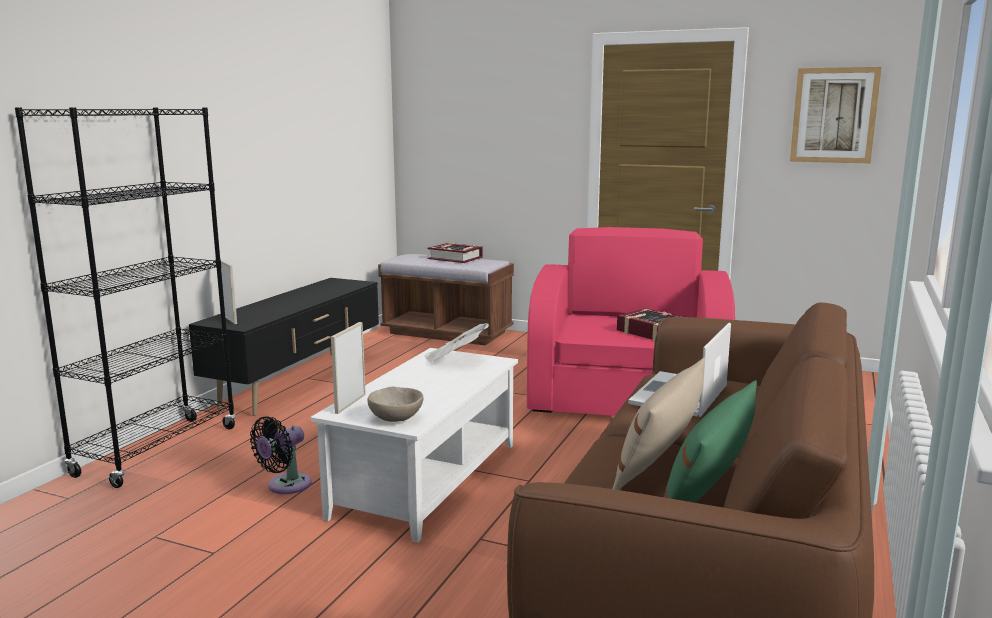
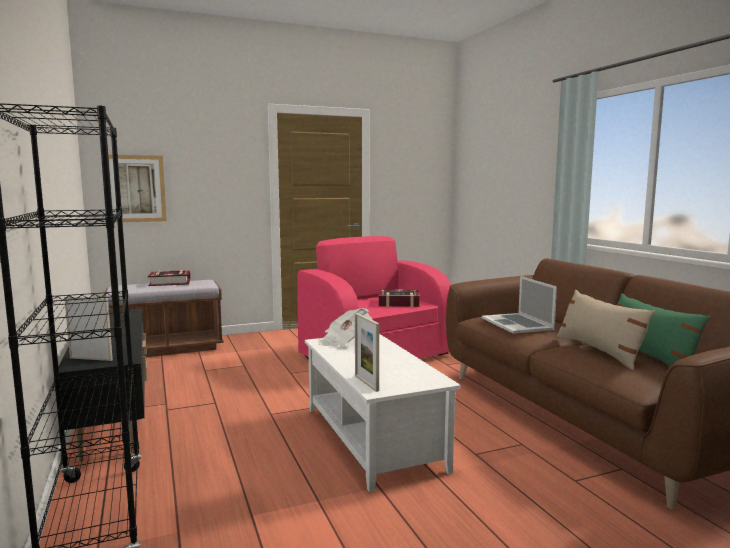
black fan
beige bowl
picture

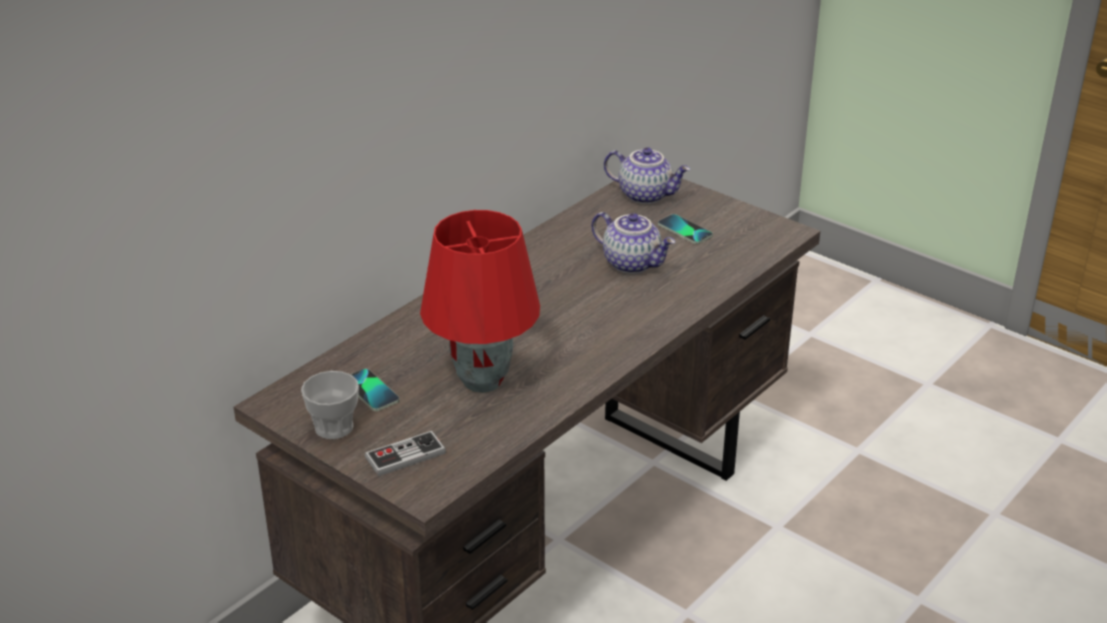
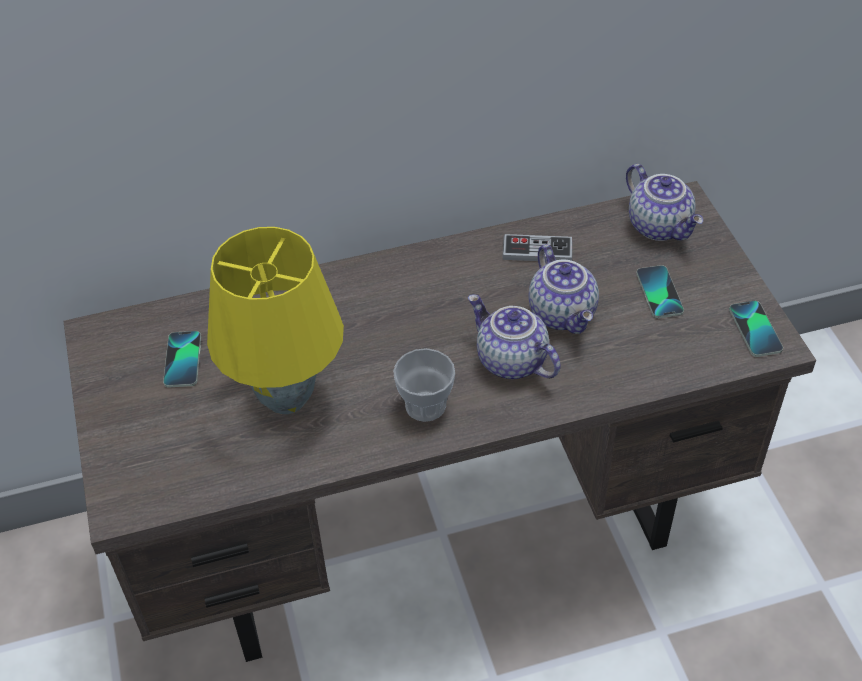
teapot (no. 1 from left)
phone (no. 3 from left)
cup
game controller
yellow table lamp

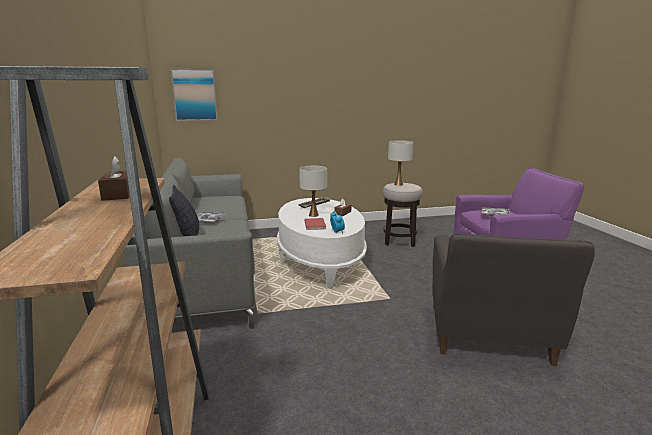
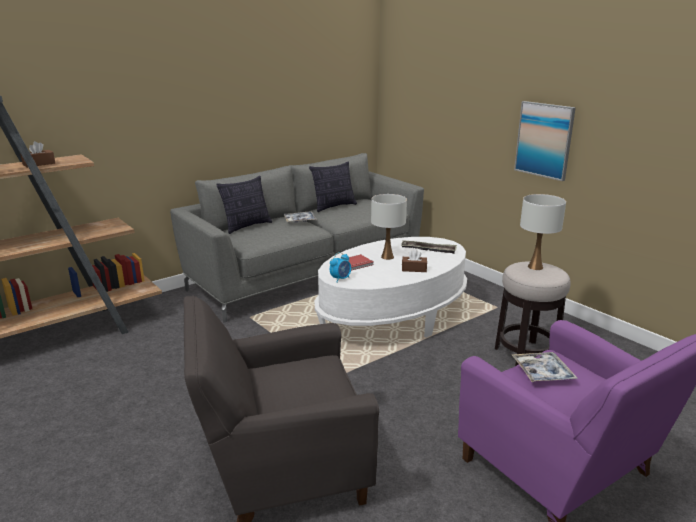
pillow (no. 2 from left)
picture

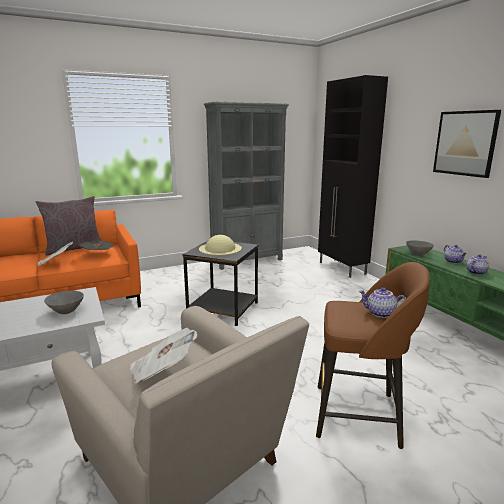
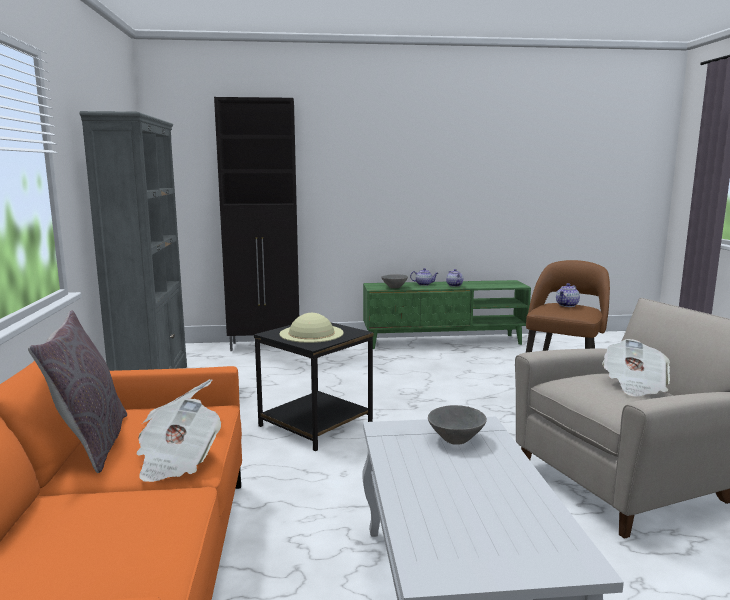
picture

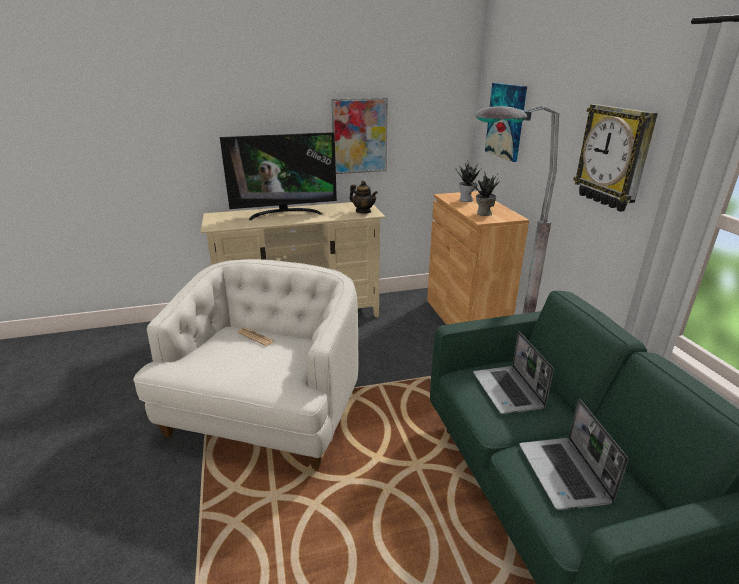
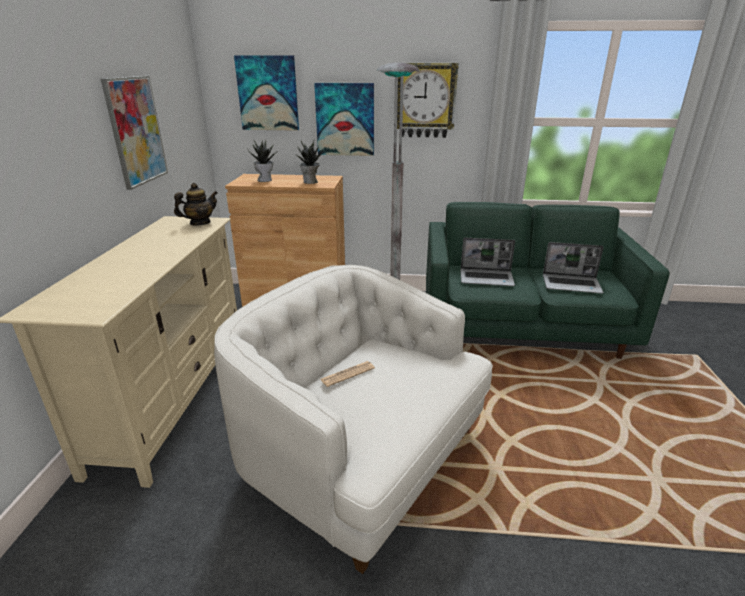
television
picture (no. 3 from left)

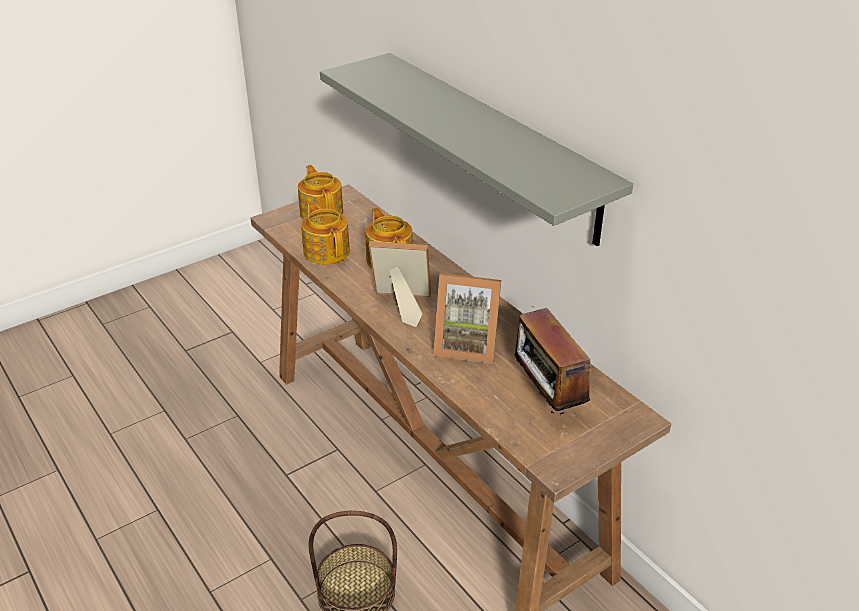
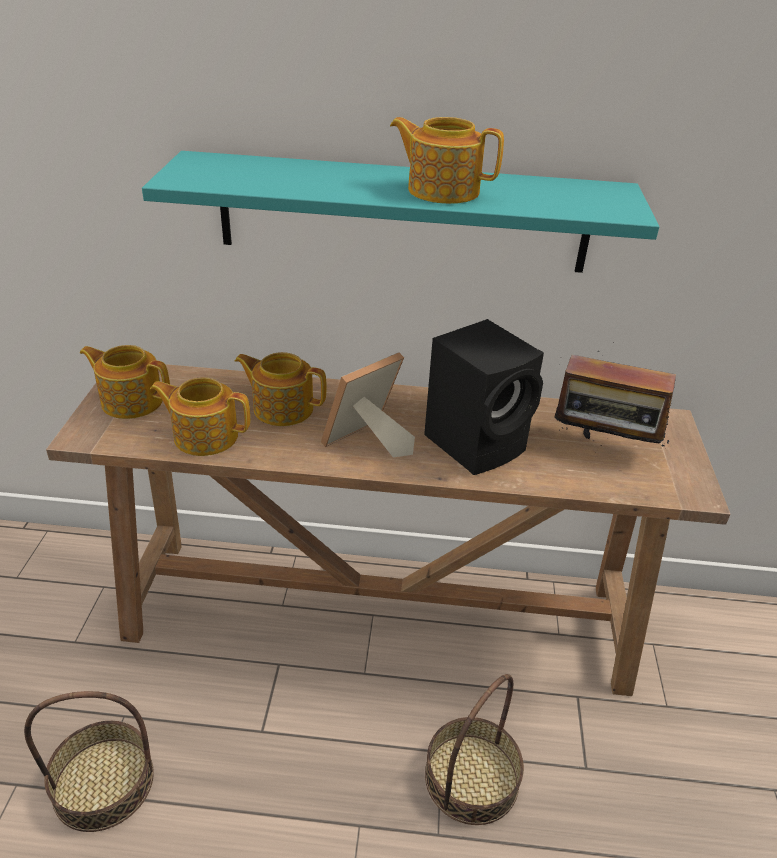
basket (no. 1 from left)
teapot (no. 4 from left)
black speaker
turquoise shelf

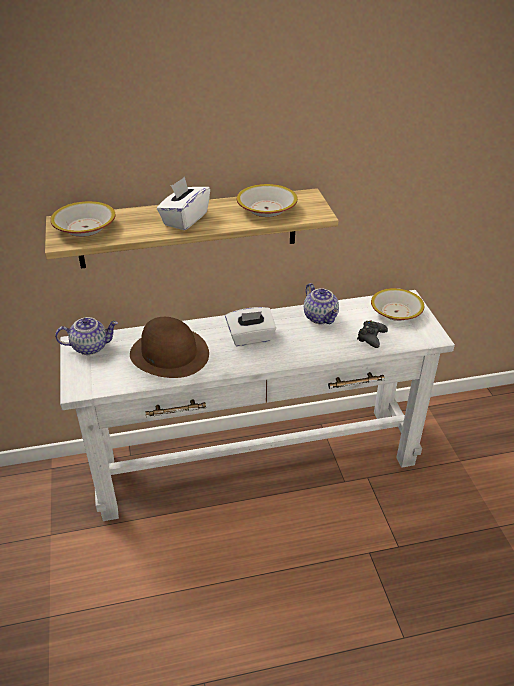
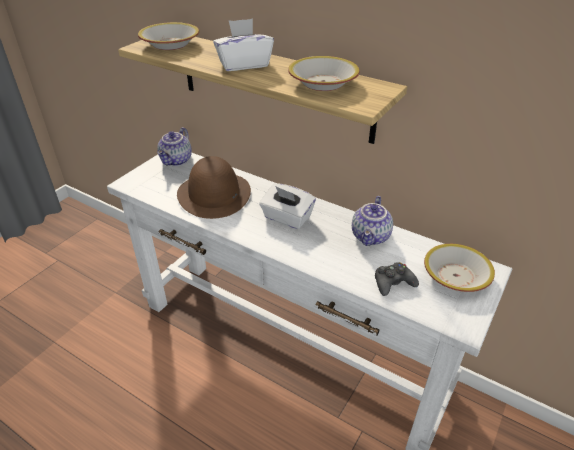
teapot (no. 1 from left)

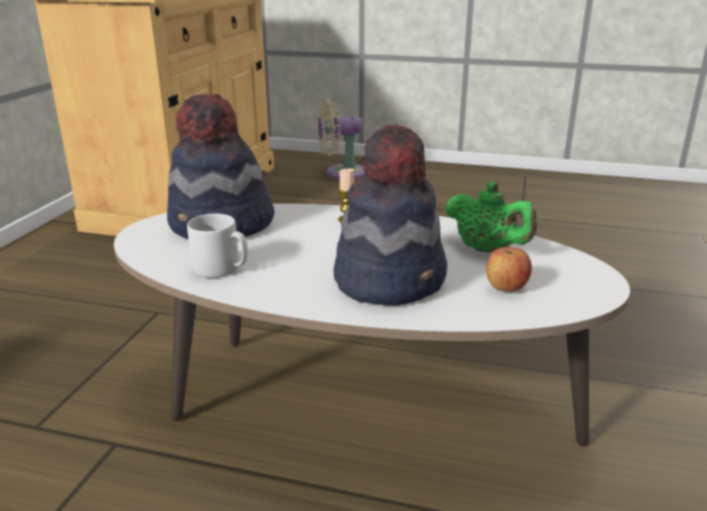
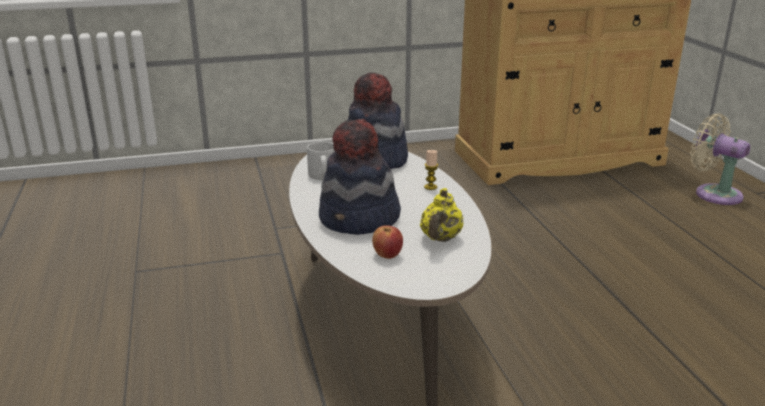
yellow teapot

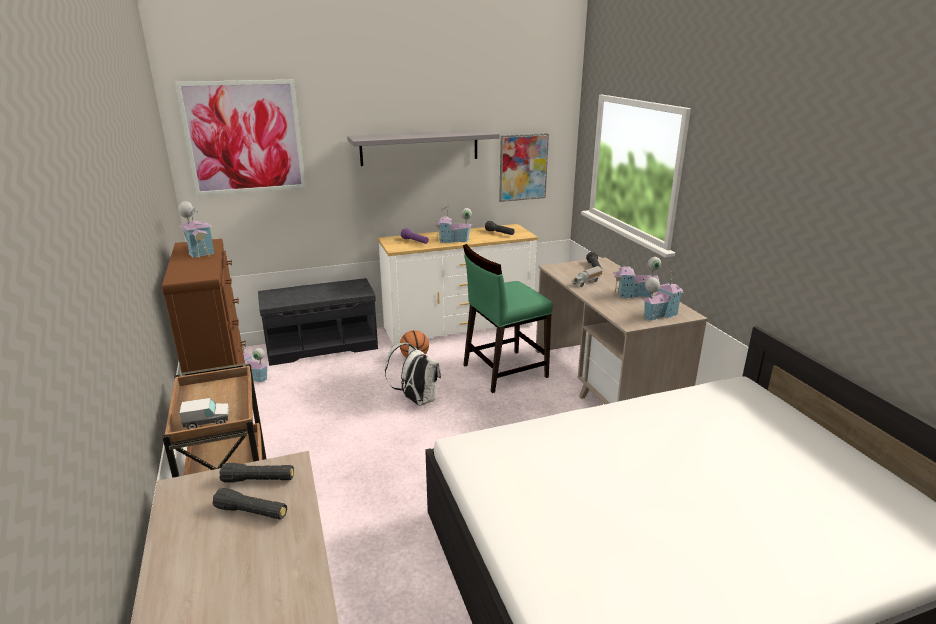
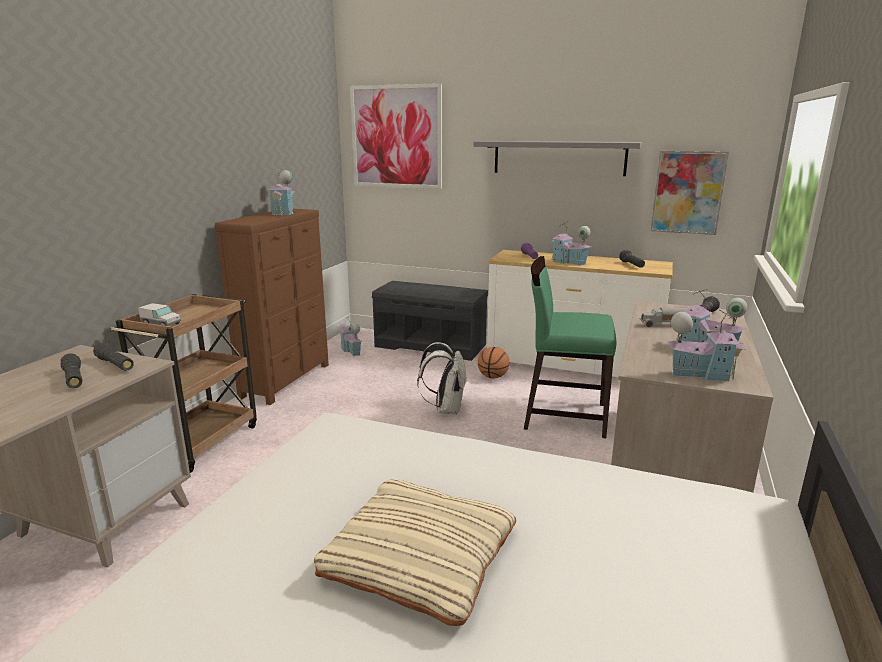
beige pillow

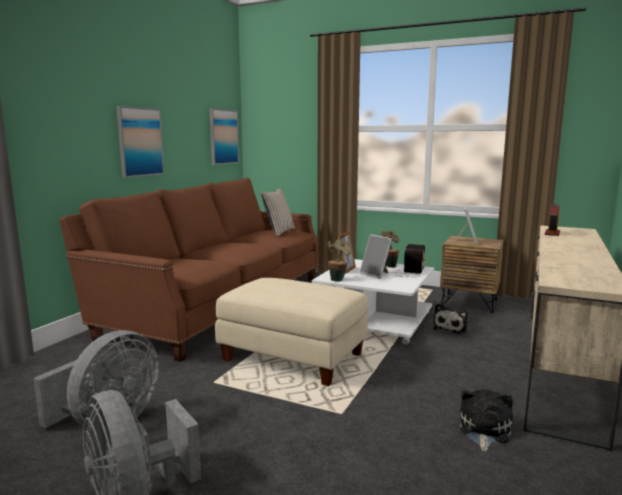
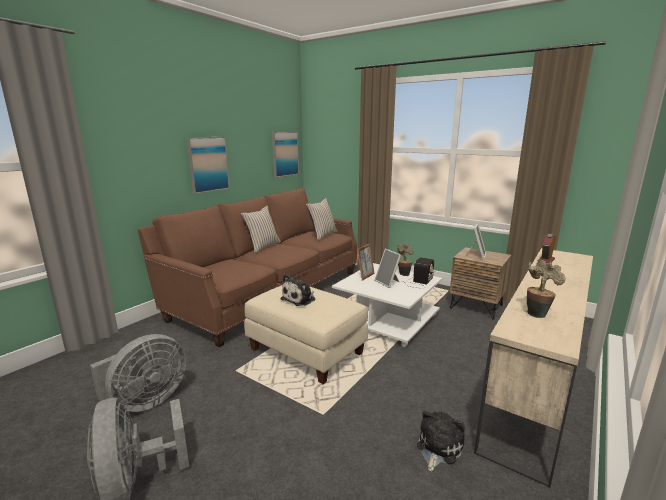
beige pillow (no. 1 from left)
potted plant (no. 2 from left)
plush toy (no. 1 from left)

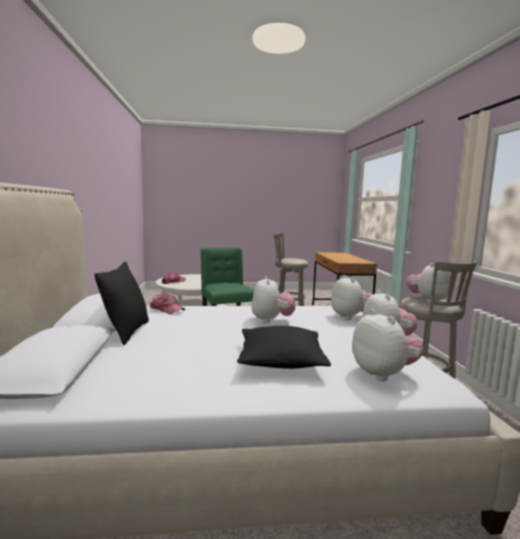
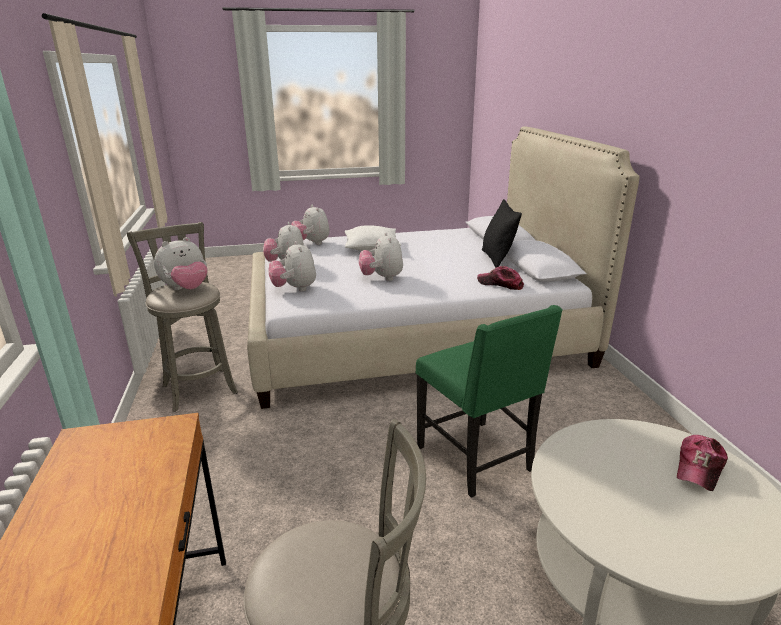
white pillow

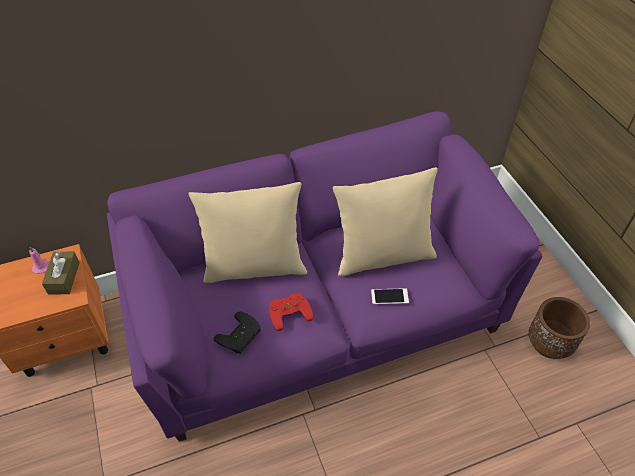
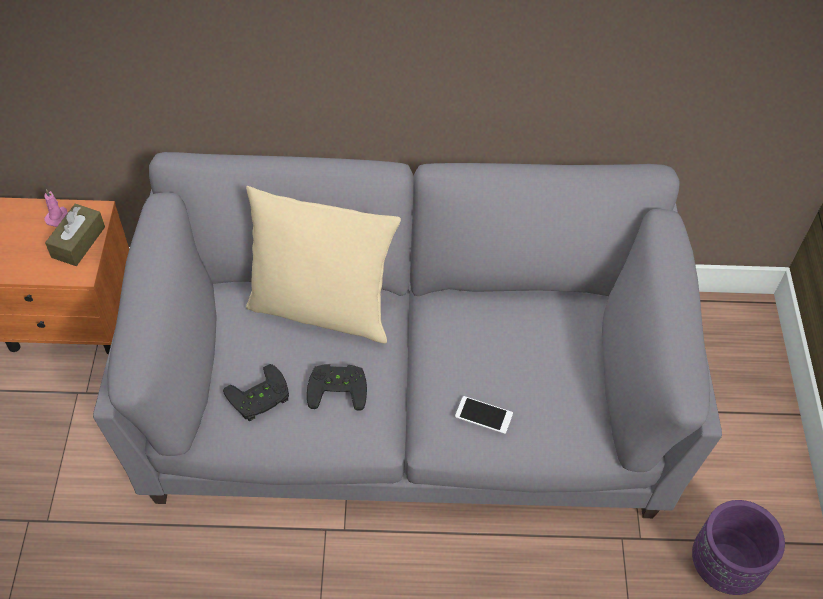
beige pillow (no. 2 from left in the first image)
grey sofa
black game controller (no. 2 from left)
purple planter

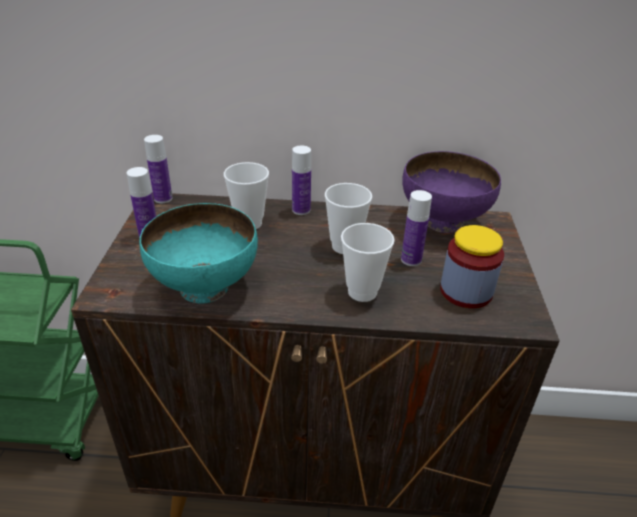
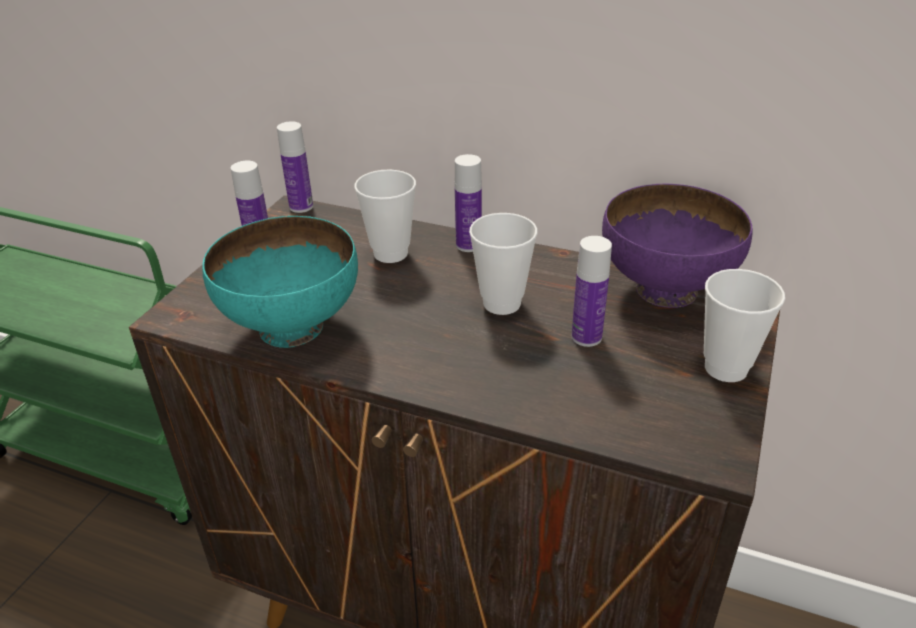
jar
cup (no. 3 from left)

